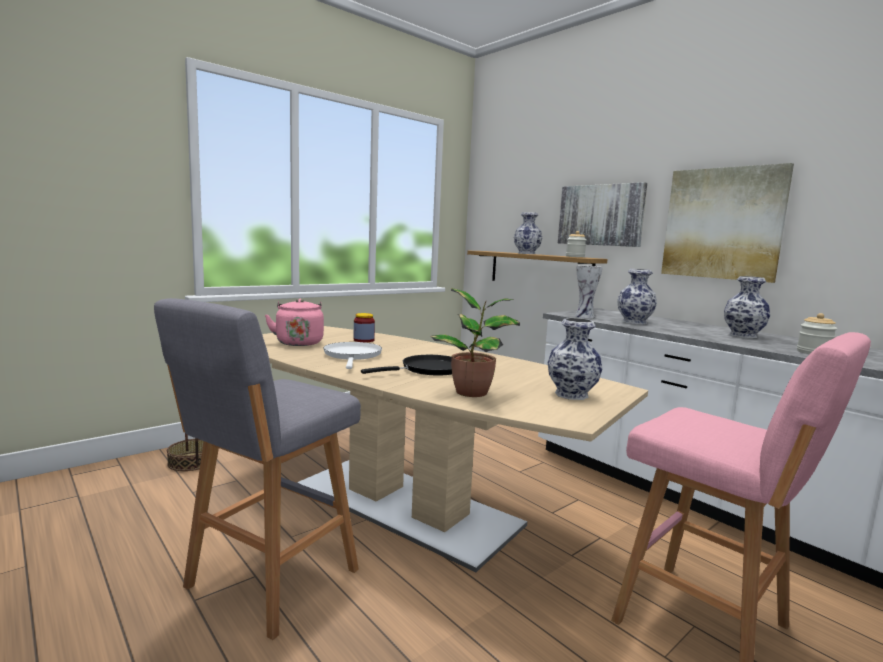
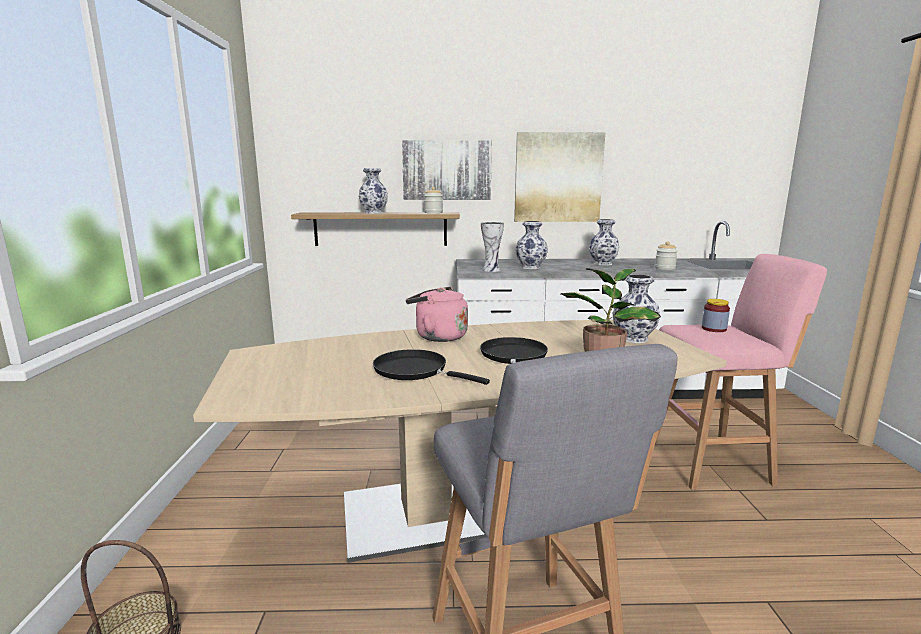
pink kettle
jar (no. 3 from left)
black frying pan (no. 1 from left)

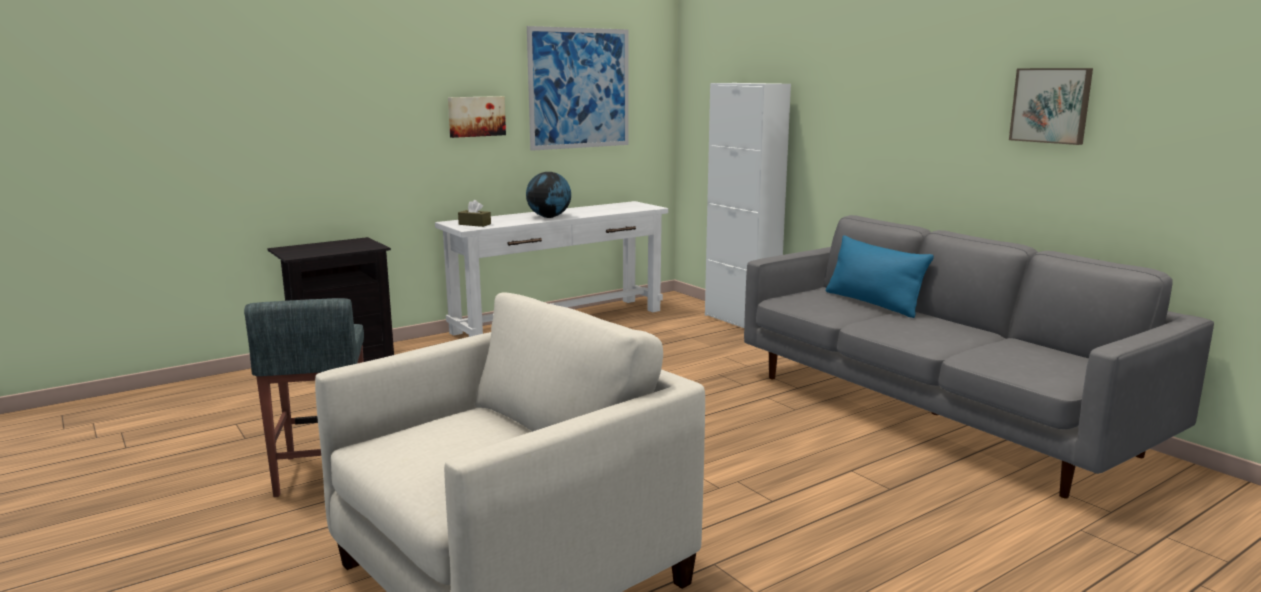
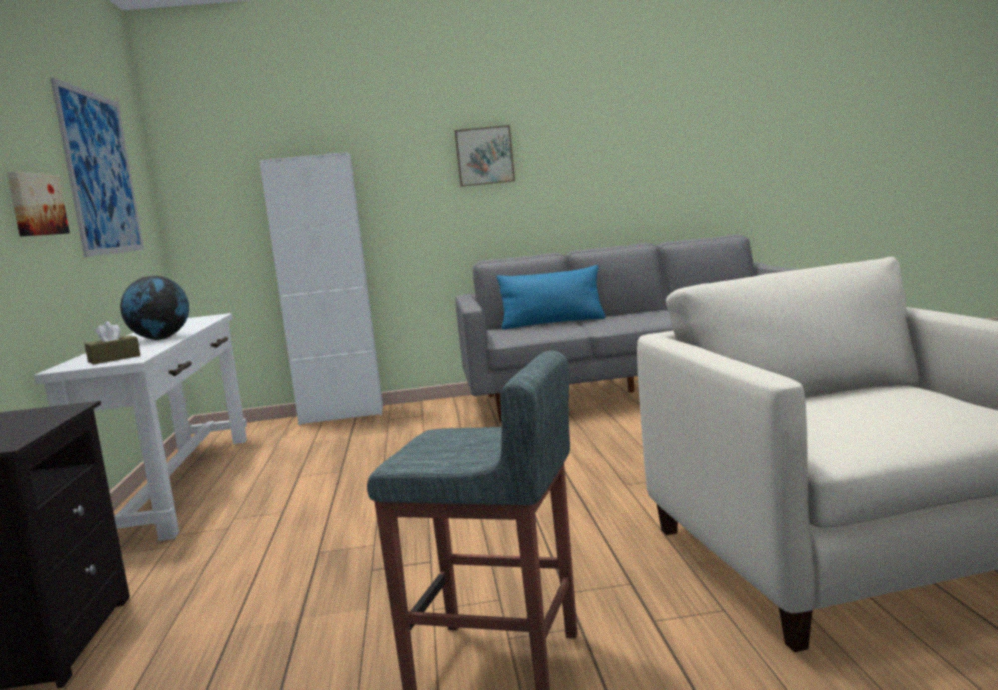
picture (no. 3 from left)

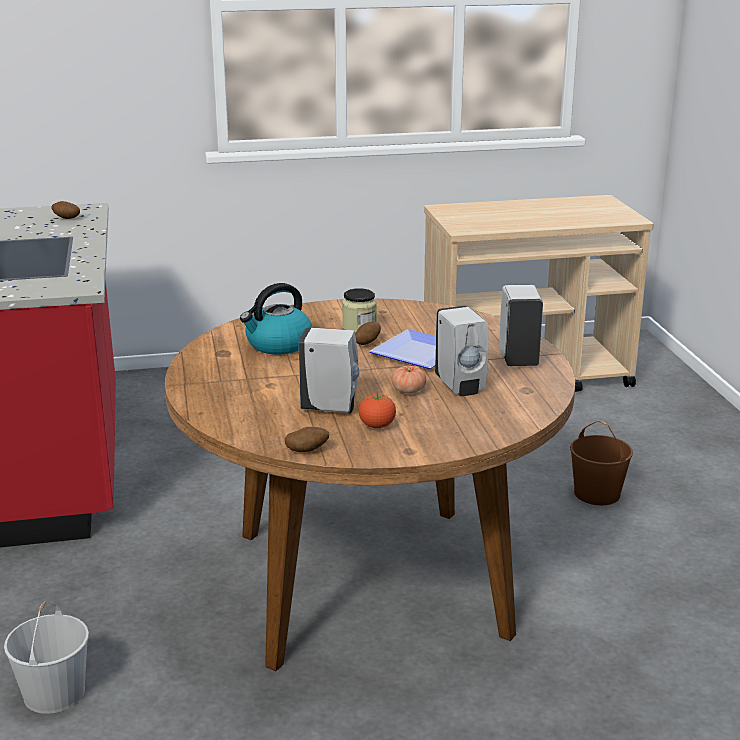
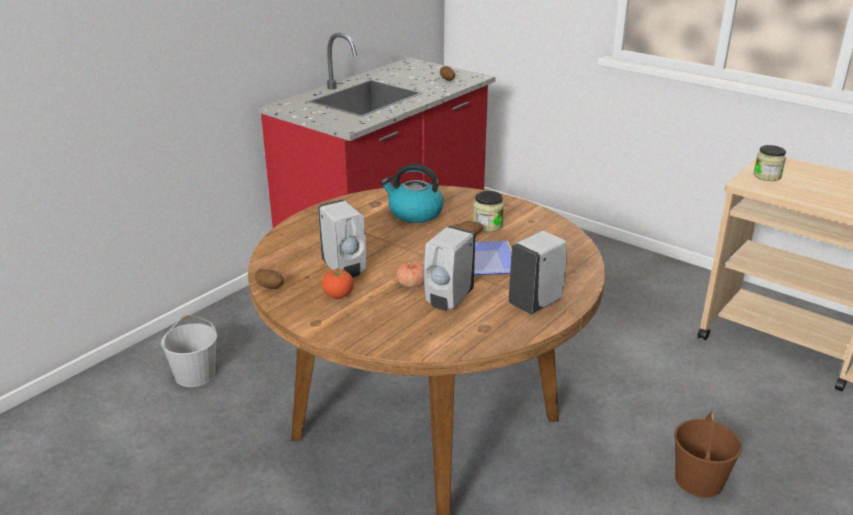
jar (no. 2 from left)

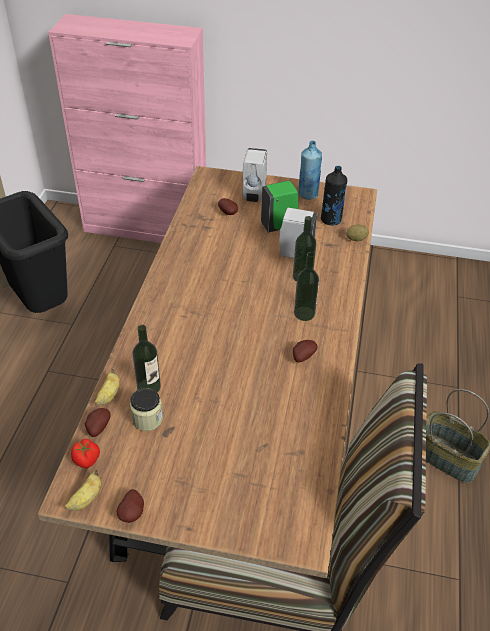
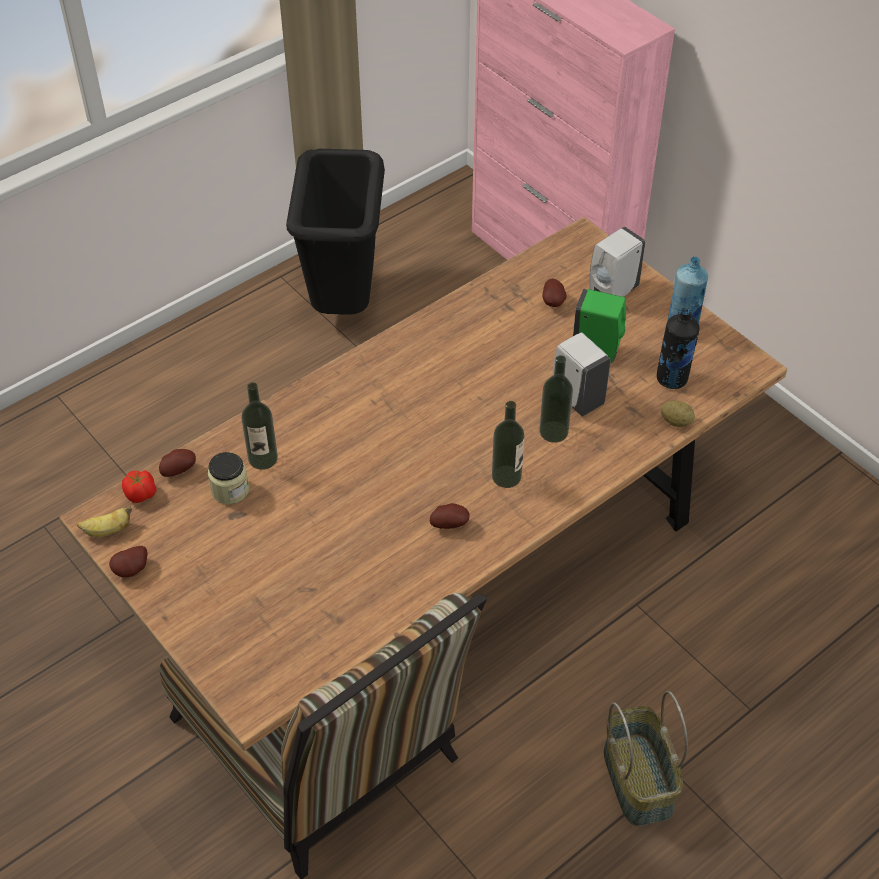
banana (no. 2 from left in the first image)

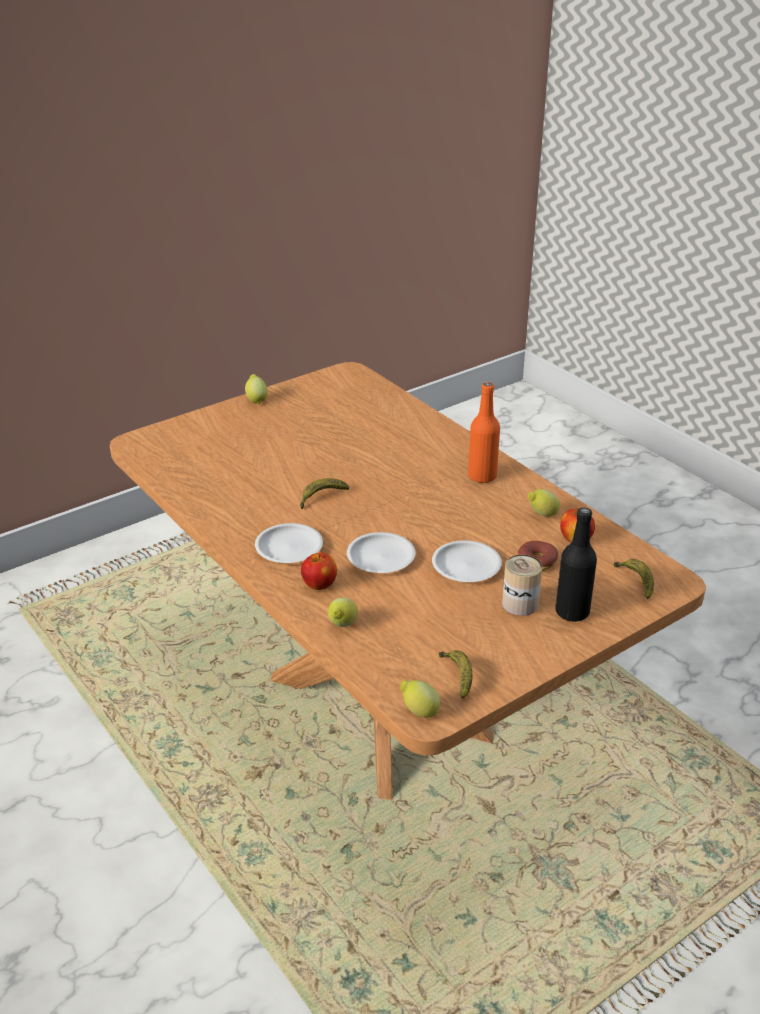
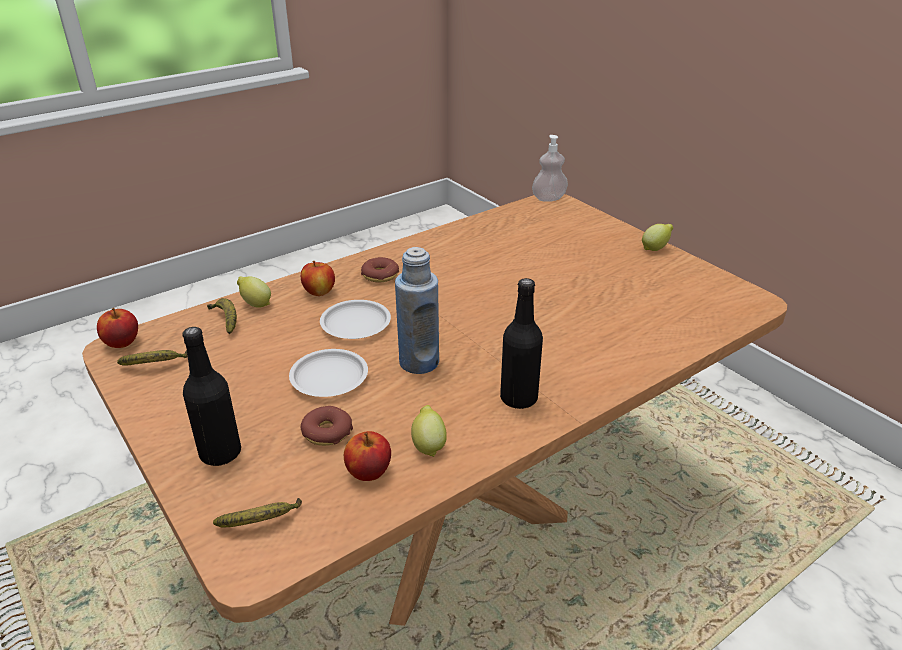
can
blue bottle
soap dispenser
banana (no. 2 from left)
donut (no. 2 from left)
apple (no. 1 from left)
black bottle (no. 2 from left)

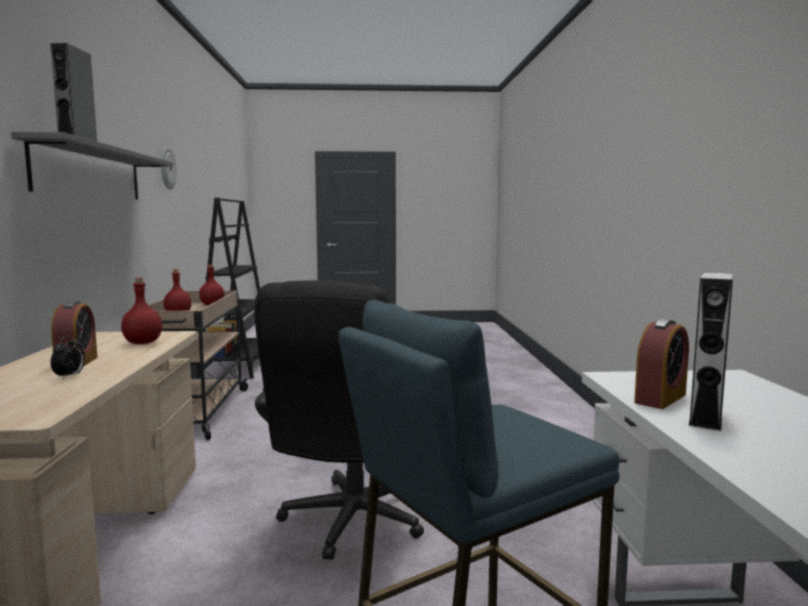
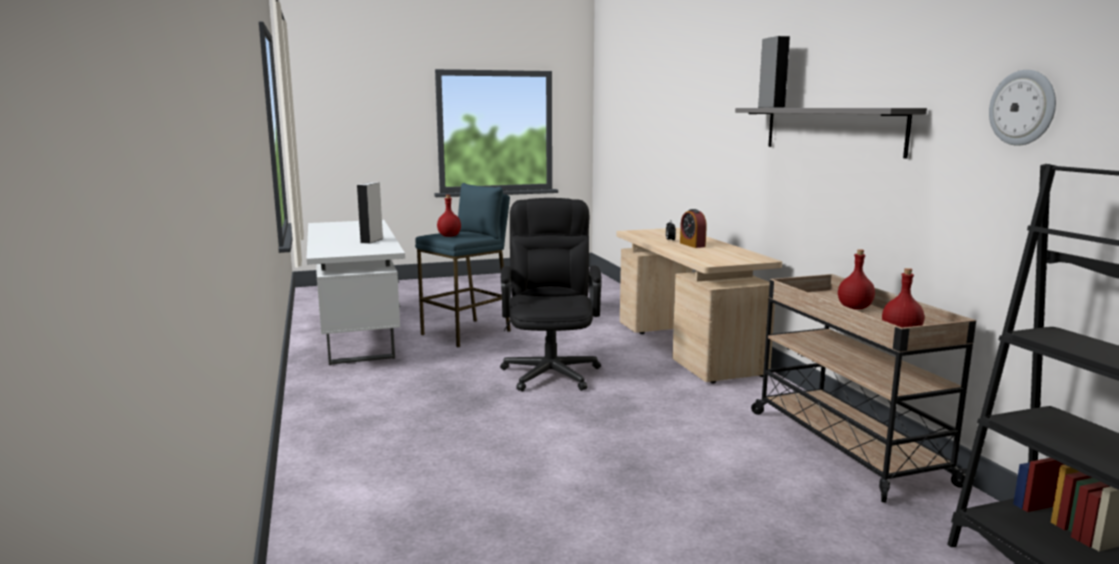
alarm clock (no. 3 from left in the first image)
red bottle (no. 1 from left)

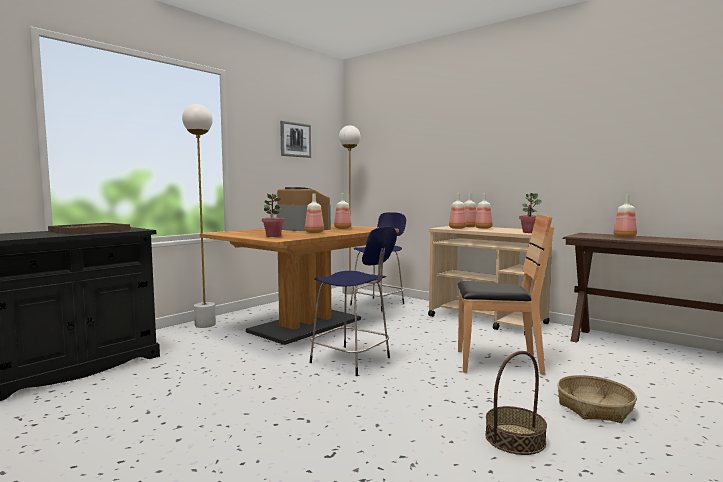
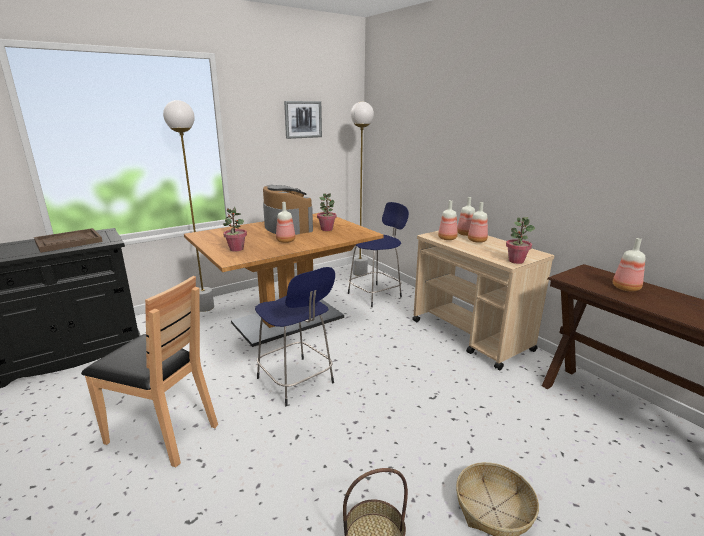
brown chair
potted plant (no. 2 from left)

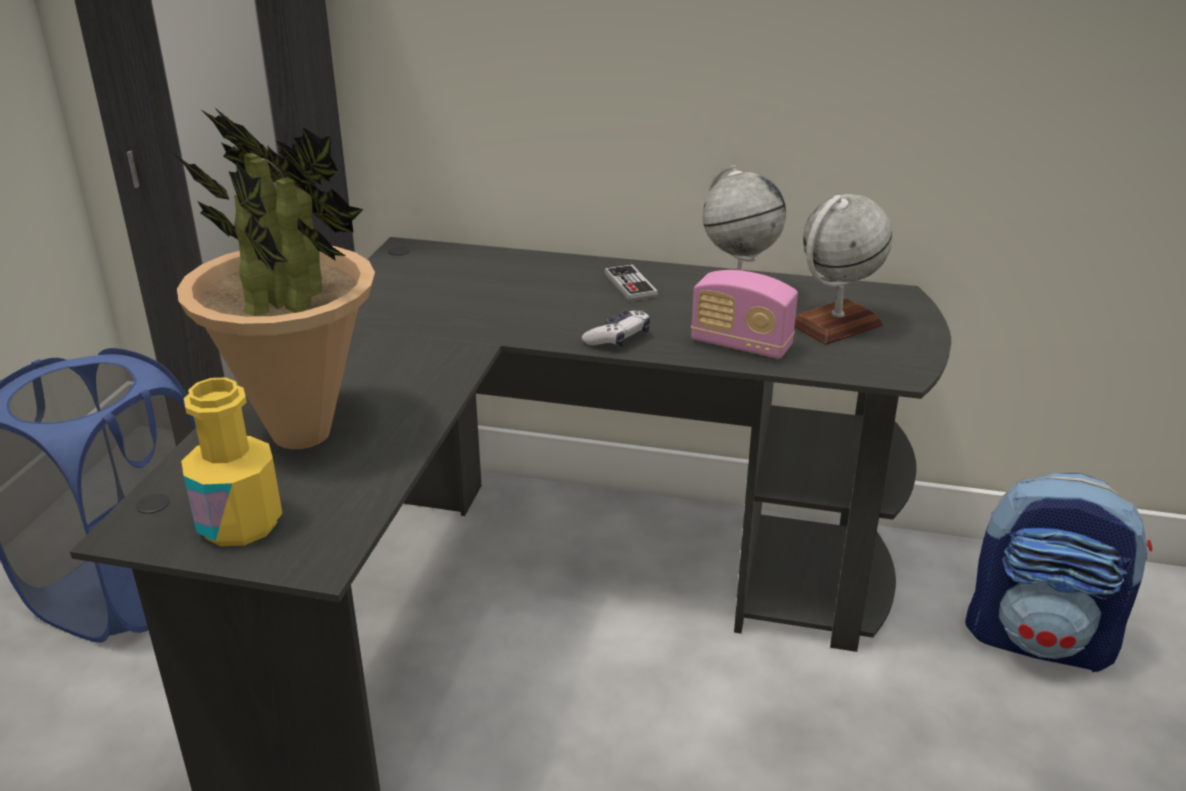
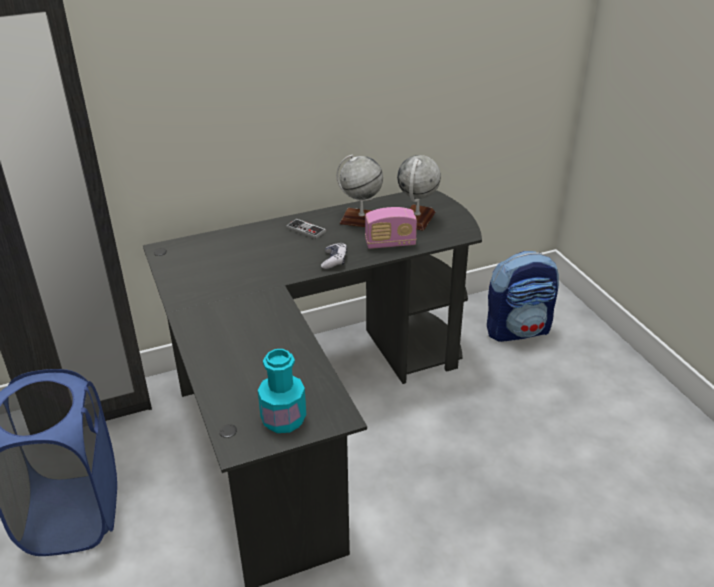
potted plant
turquoise bottle

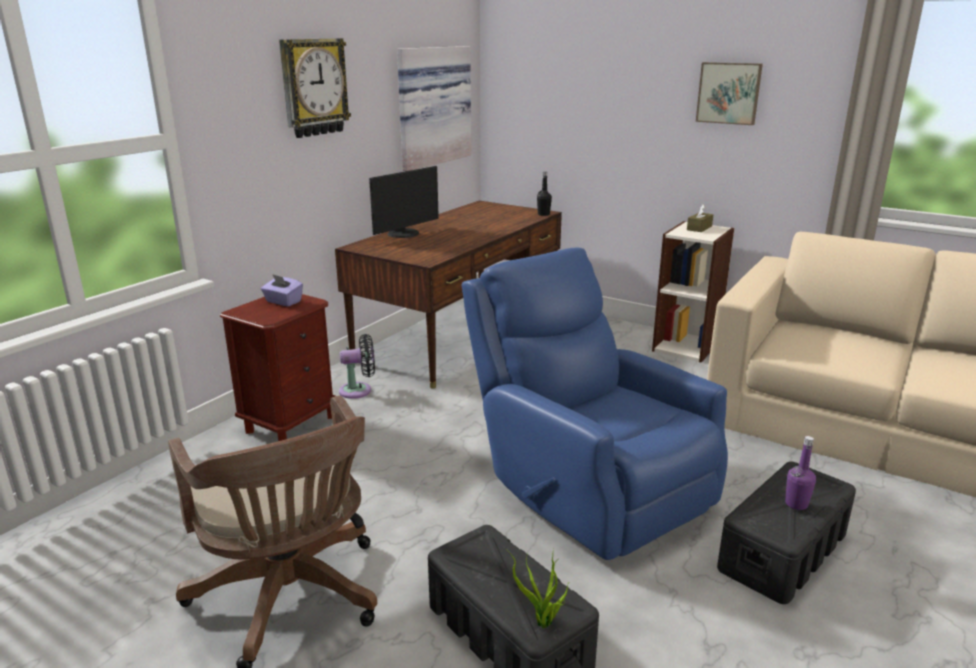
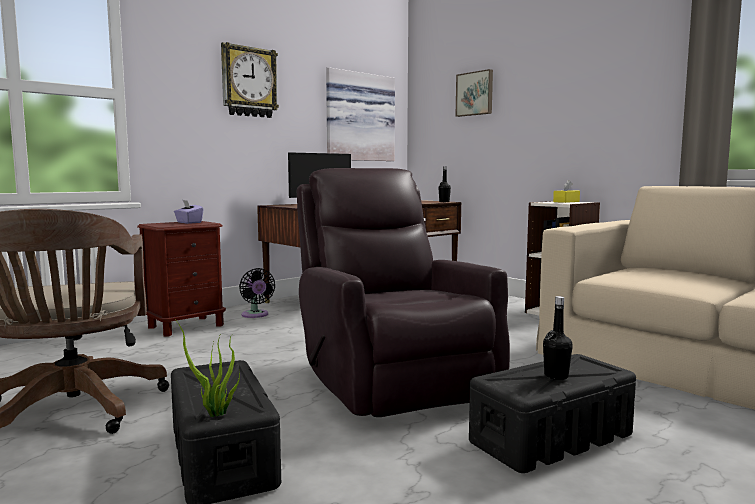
picture (no. 2 from left)
brown armchair
yellow tissue box
black bottle (no. 2 from left)
black fan

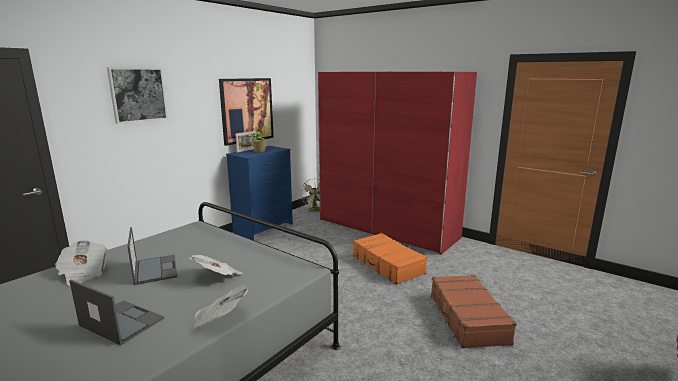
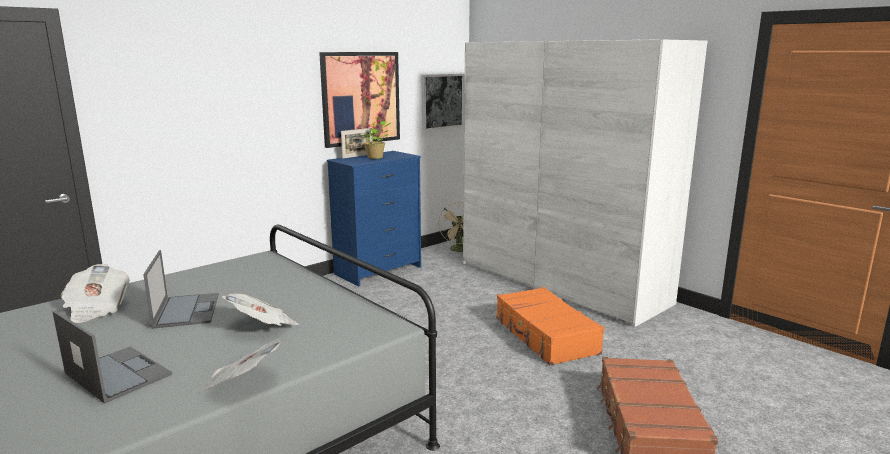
picture (no. 2 from left)
white wardrobe

